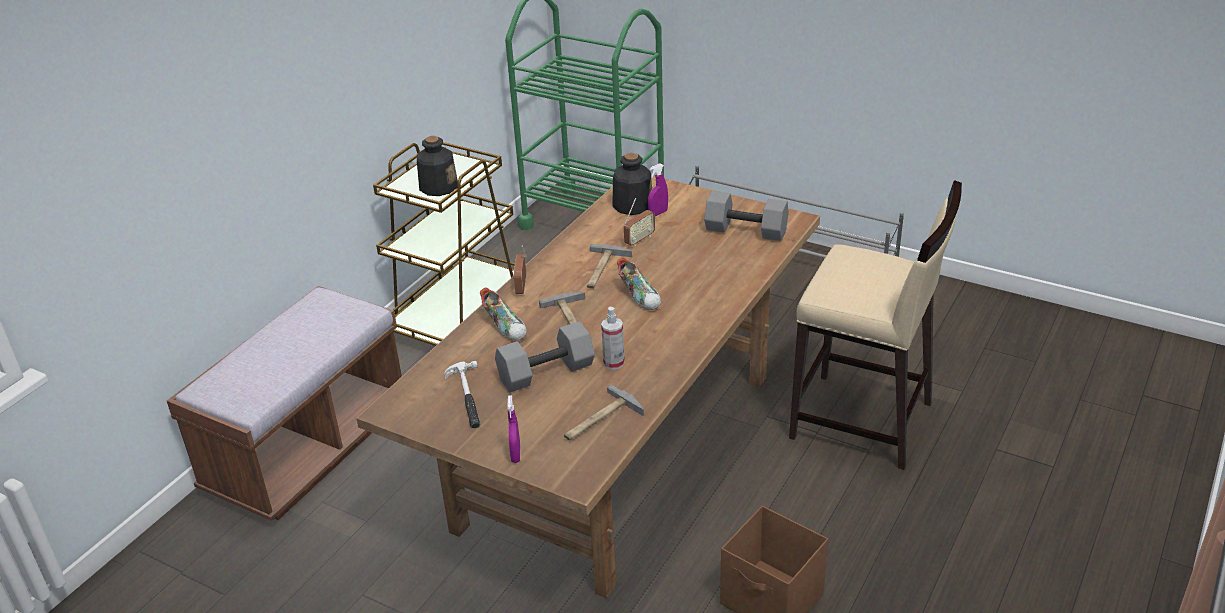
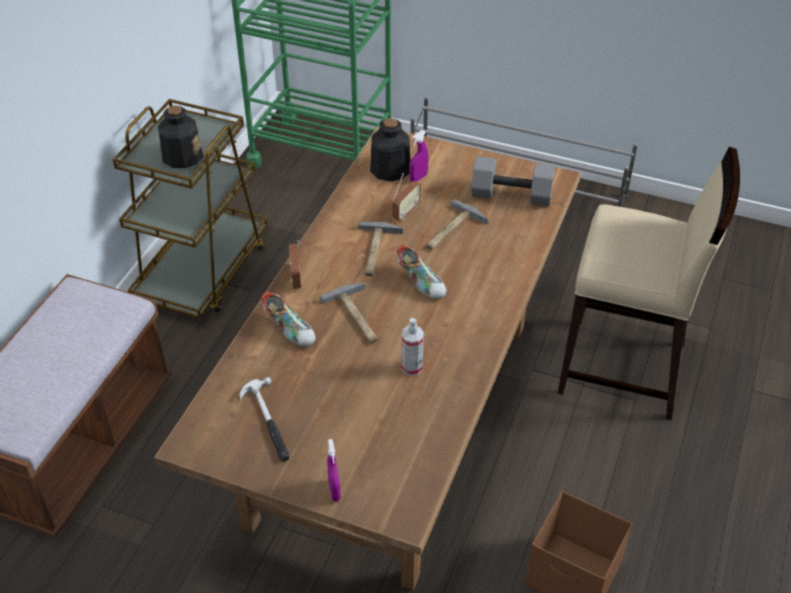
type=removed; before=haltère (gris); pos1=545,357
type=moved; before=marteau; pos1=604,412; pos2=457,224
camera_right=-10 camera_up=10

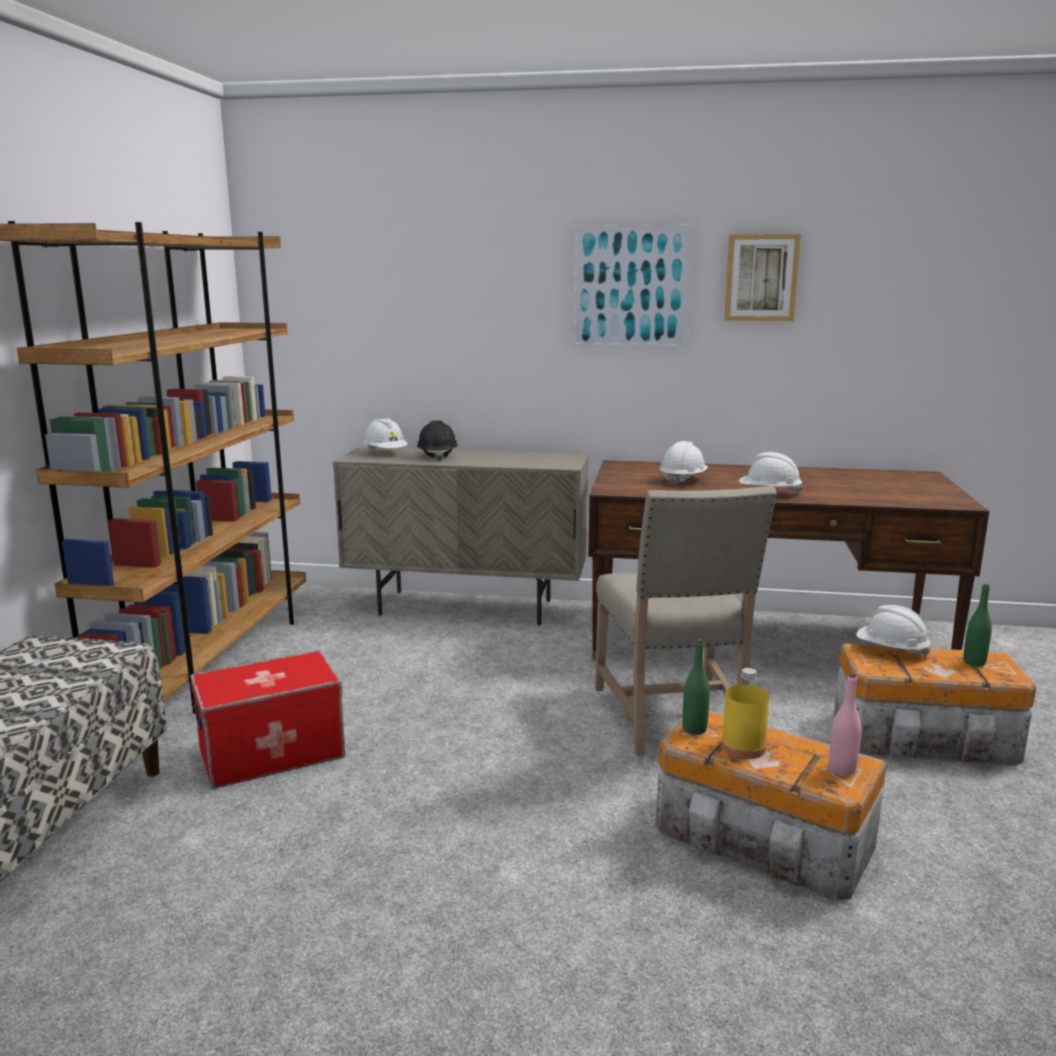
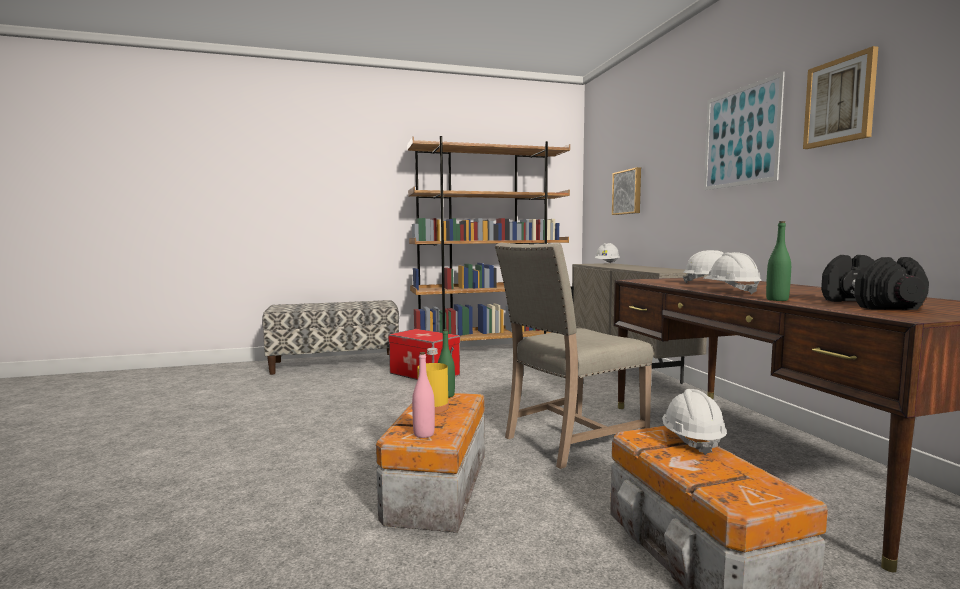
type=removed; before=casque de chantier (noir); pos1=437,440
type=added; after=tableau; pos2=626,191
type=added; after=haltère (noir); pos2=875,282
type=moved; before=bouteille (vert); pos1=977,625; pos2=778,261
camera_right=65 camera_up=-10

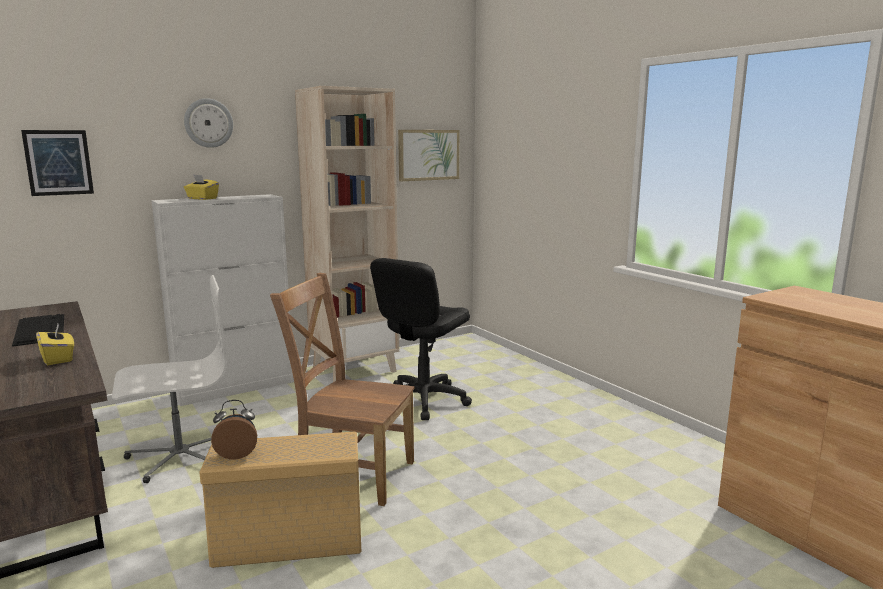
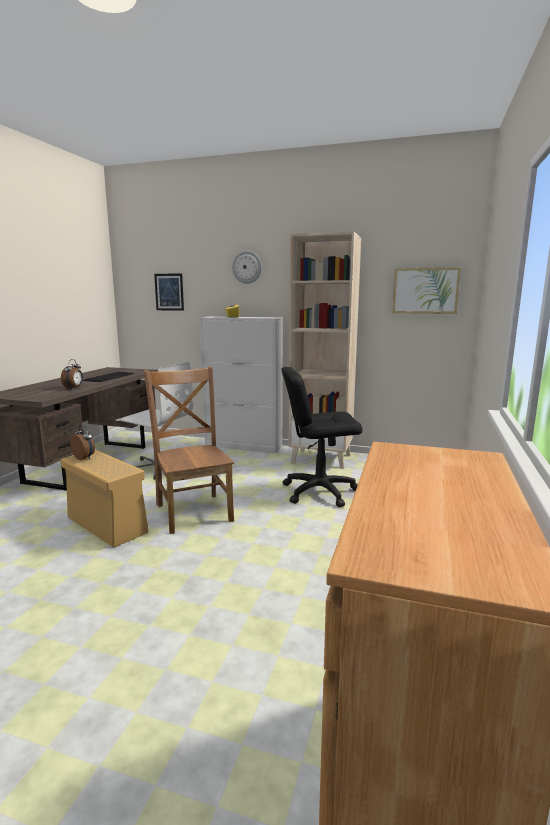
type=replaced; before=boîte à mouchoirs (jaune); after=réveil; pos1=55,344; pos2=72,374
camera_right=50 camera_up=0

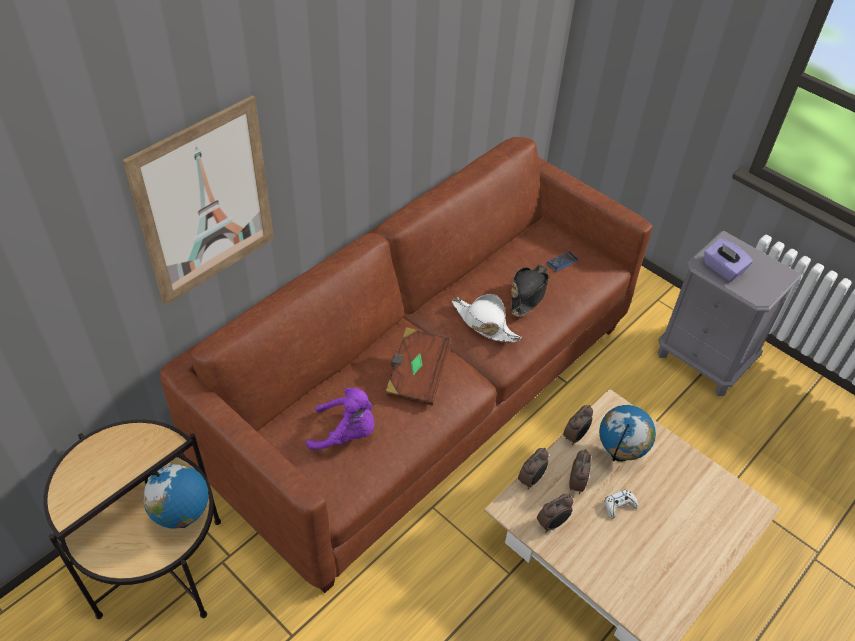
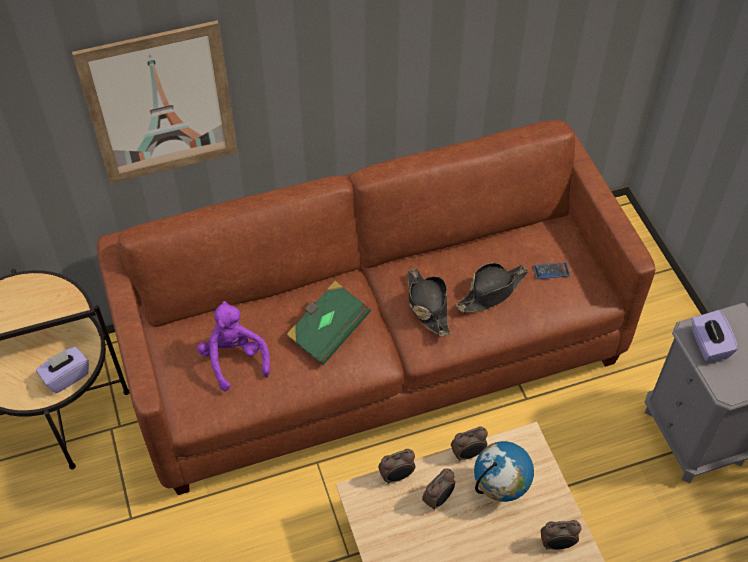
type=removed; before=manette (blanc); pos1=621,504
type=moved; before=réveil; pos1=555,513; pos2=561,535
type=replaced; before=globe; after=boîte à mouchoirs (violet); pos1=175,496; pos2=62,369
type=recoloured; before=livre (marron); after=livre (vert); pos1=418,366; pos2=328,323
type=recoloured; before=chapeau (blanc); after=chapeau (noir); pos1=487,318; pos2=429,302
type=turned; before=peluche (violet); pos1=340,419; pos2=233,346; turn=-150
camera_right=30 camera_up=5

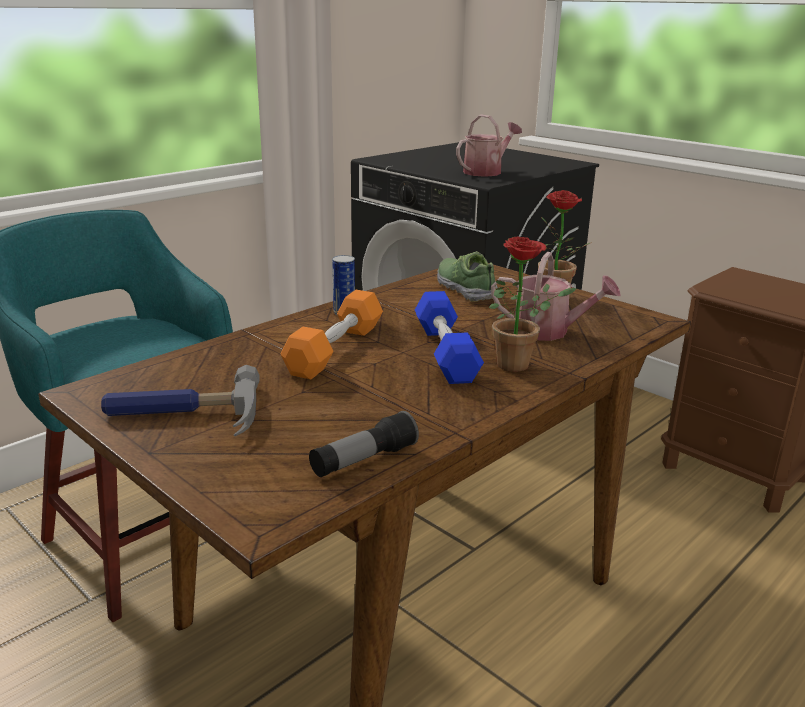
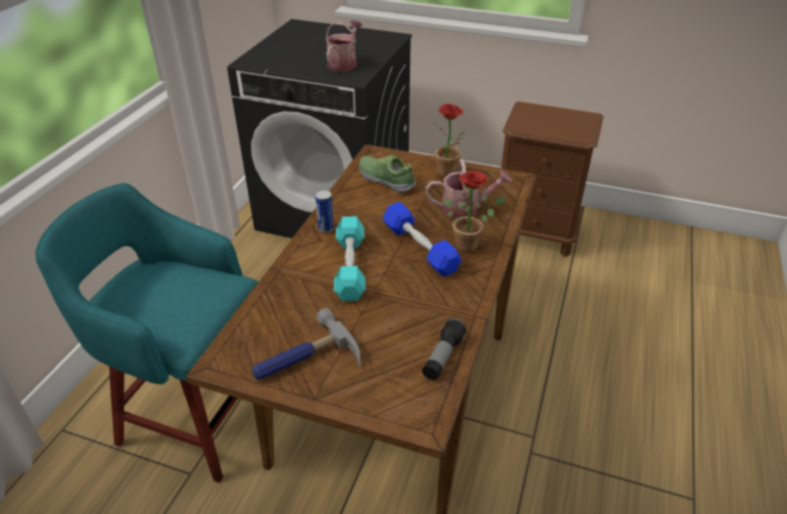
type=recoloured; before=haltère (orange); after=haltère (turquoise); pos1=332,334; pos2=349,258
camera_right=-25 camera_up=15

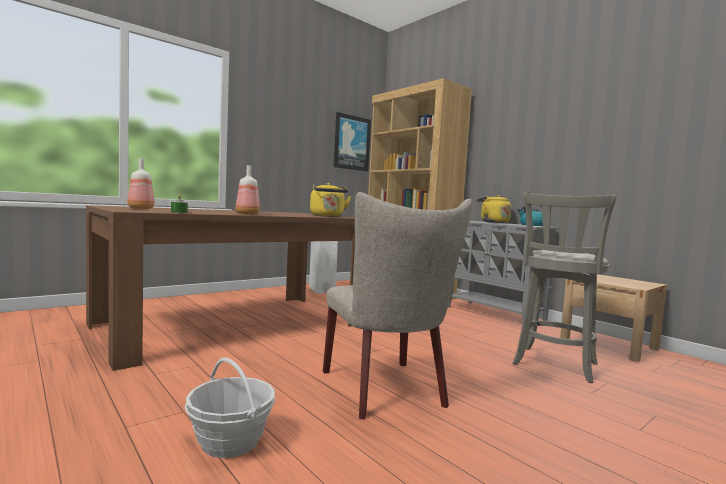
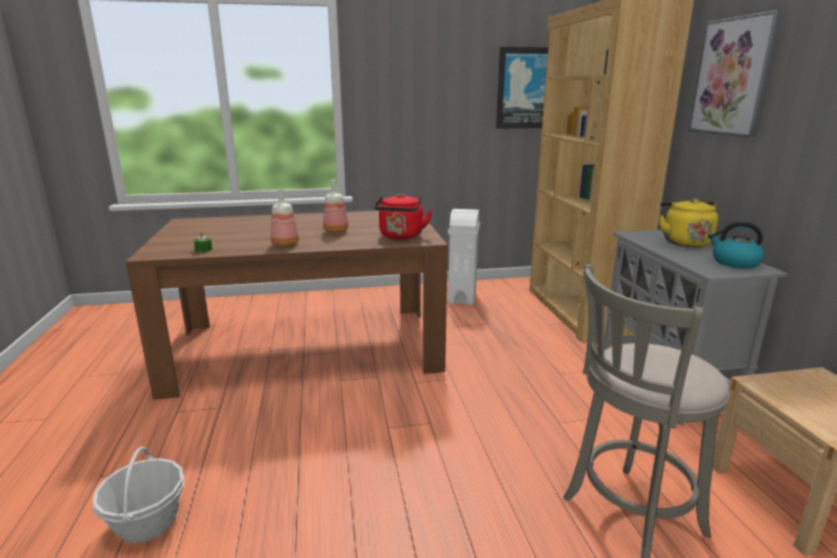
type=removed; before=chaise (beige); pos1=398,306
type=added; after=tableau; pos2=736,74
type=moved; before=bouteille; pos1=141,183; pos2=335,206
type=recoloured; before=bouilloire (jaune); after=bouilloire (rouge); pos1=330,200; pos2=403,217
camera_right=30 camera_up=15

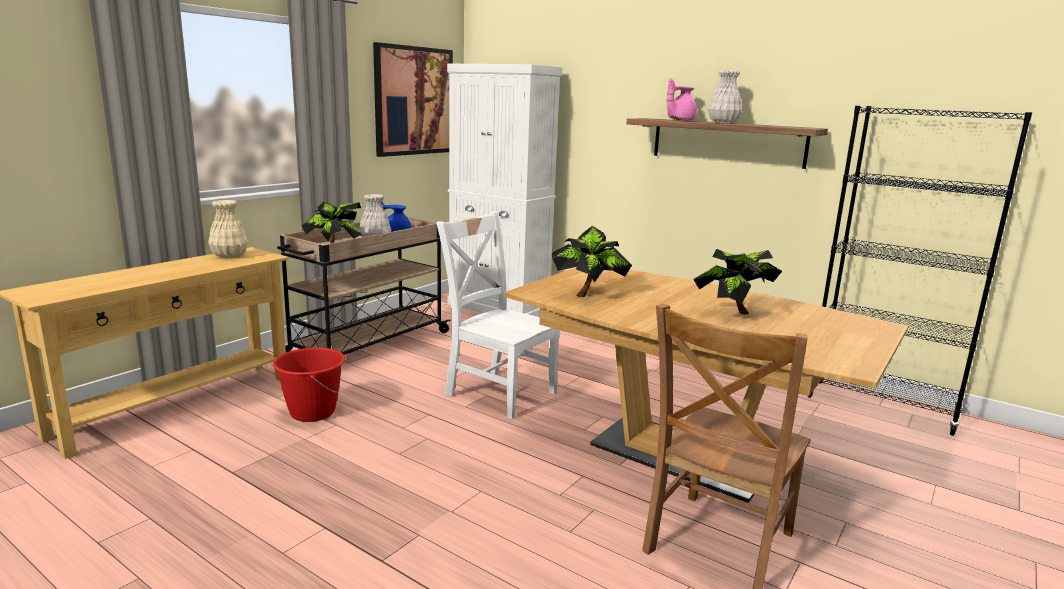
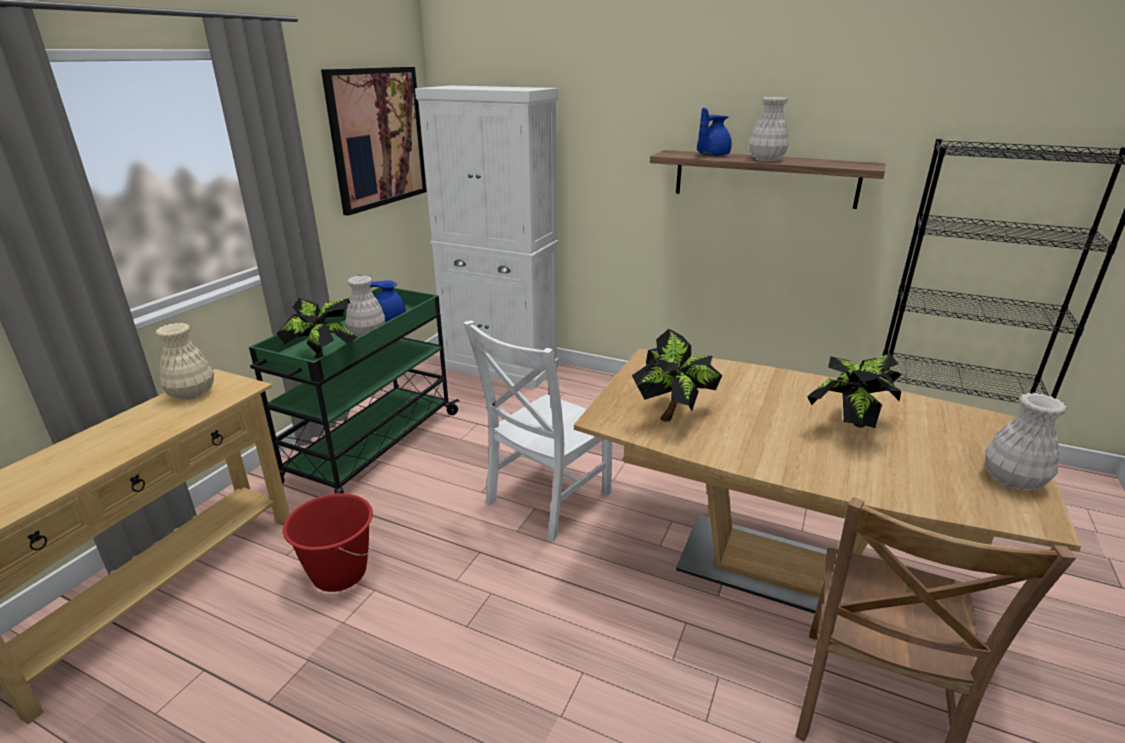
type=added; after=vase (blanc); pos2=1026,441
type=recoloured; before=chariot (beige); after=chariot (vert); pos1=364,286; pos2=354,390
type=recoloured; before=théière (rose); after=théière (bleu); pos1=682,99; pos2=714,132
type=turned; before=chaise (blanc); pos1=497,315; pos2=538,431; turn=-75
camera_right=-10 camera_up=10

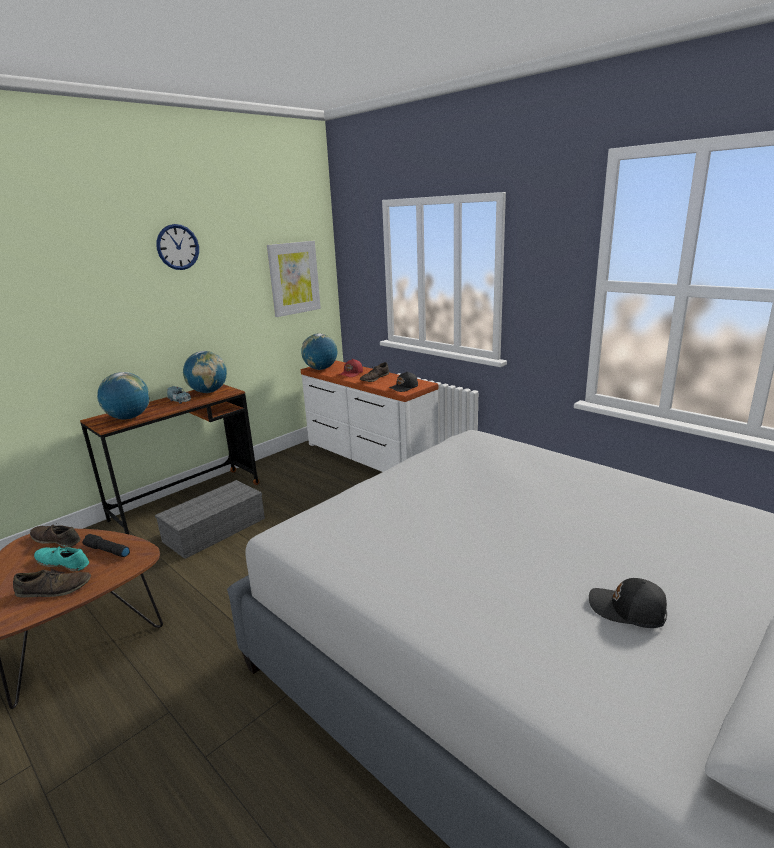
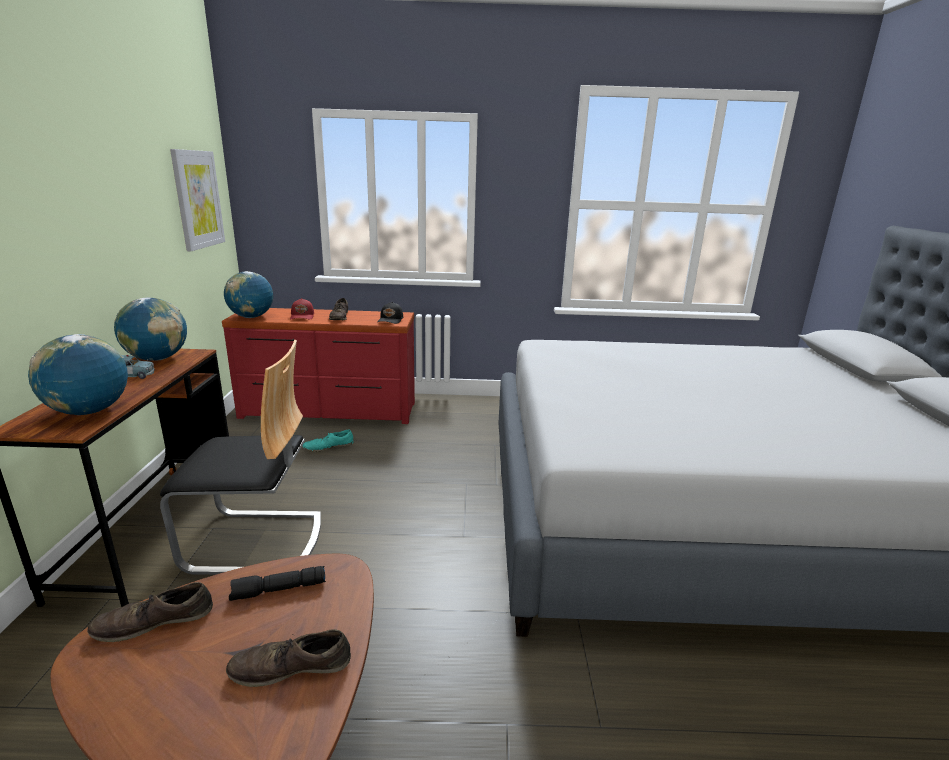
type=removed; before=horloge murale; pos1=177,247
type=removed; before=casquette (noir); pos1=628,603
type=moved; before=chaussure (turquoise); pos1=61,559; pos2=328,440
type=replaced; before=boîte de rangement (gris); after=chaise; pos1=210,519; pos2=240,457
type=recoloured; before=commode (blanc); after=commode (rouge); pos1=369,416; pos2=318,366
type=turned; before=chaussure (marron); pos1=52,584; pos2=288,658; turn=-135
camera_right=-45 camera_up=0

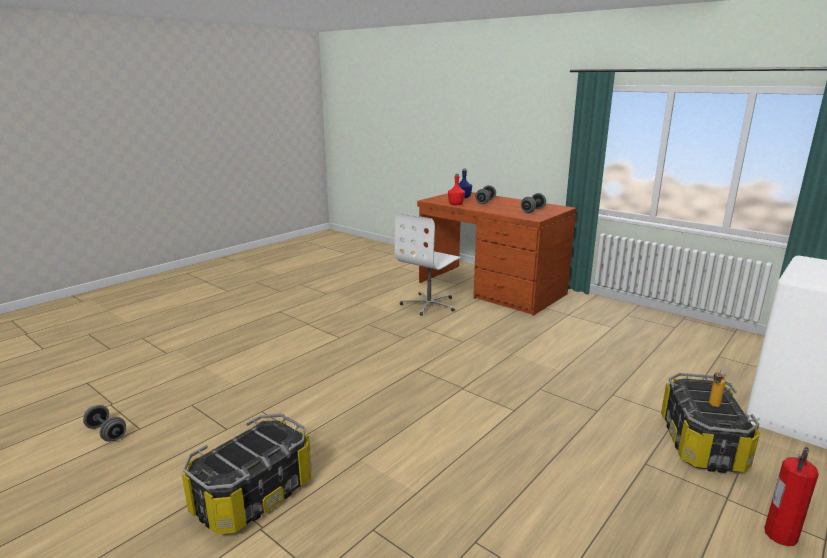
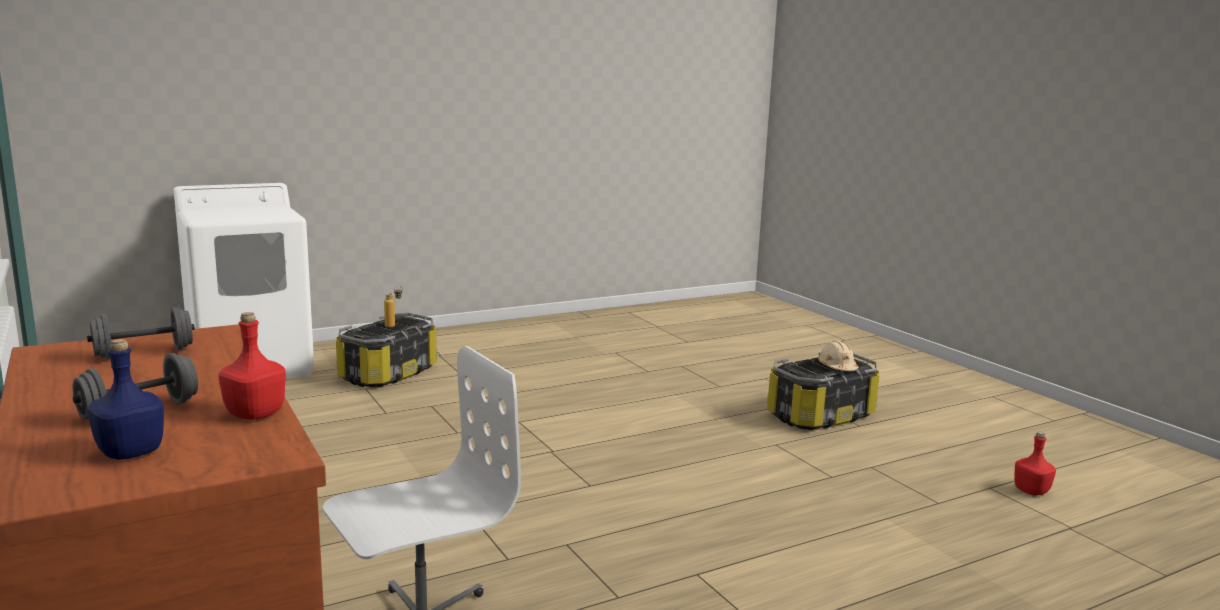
type=removed; before=extincteur; pos1=791,496
type=added; after=casque de chantier (beige); pos2=838,356
type=replaced; before=haltère (gris); after=bouteille (rouge); pos1=104,423; pos2=1035,464
camera_right=-160 camera_up=-5

